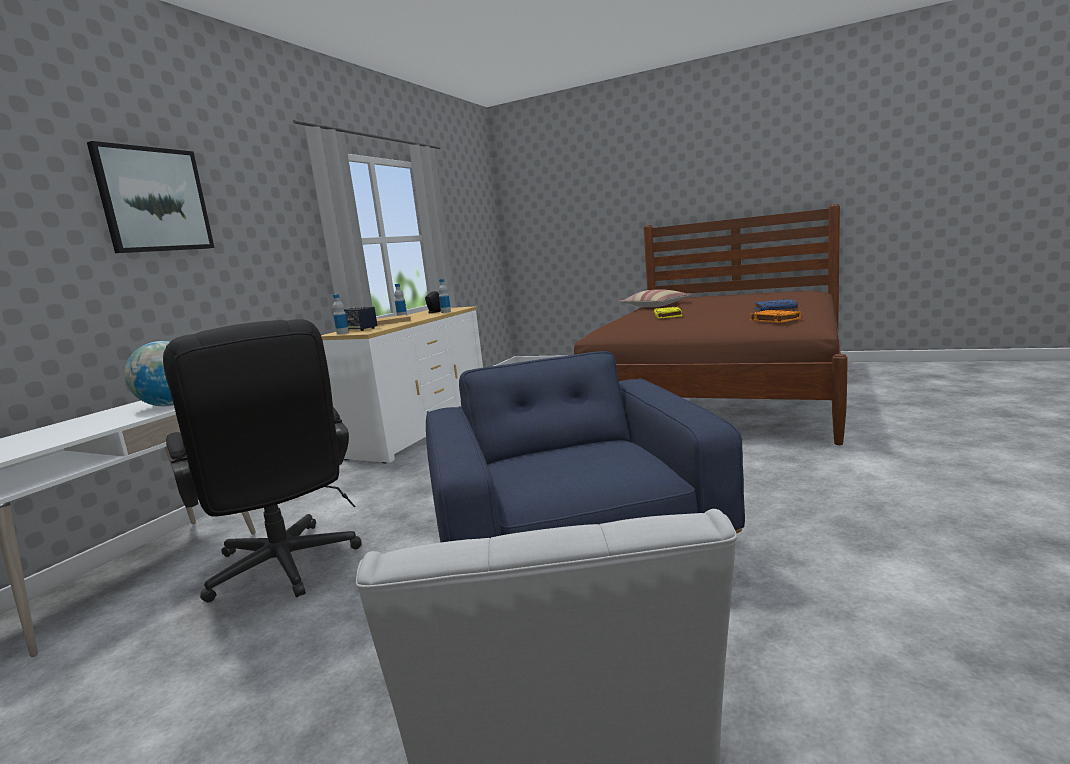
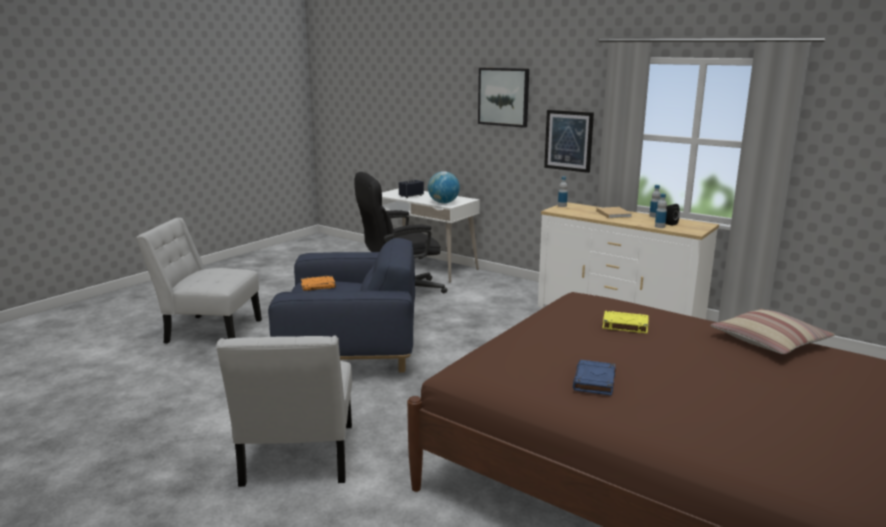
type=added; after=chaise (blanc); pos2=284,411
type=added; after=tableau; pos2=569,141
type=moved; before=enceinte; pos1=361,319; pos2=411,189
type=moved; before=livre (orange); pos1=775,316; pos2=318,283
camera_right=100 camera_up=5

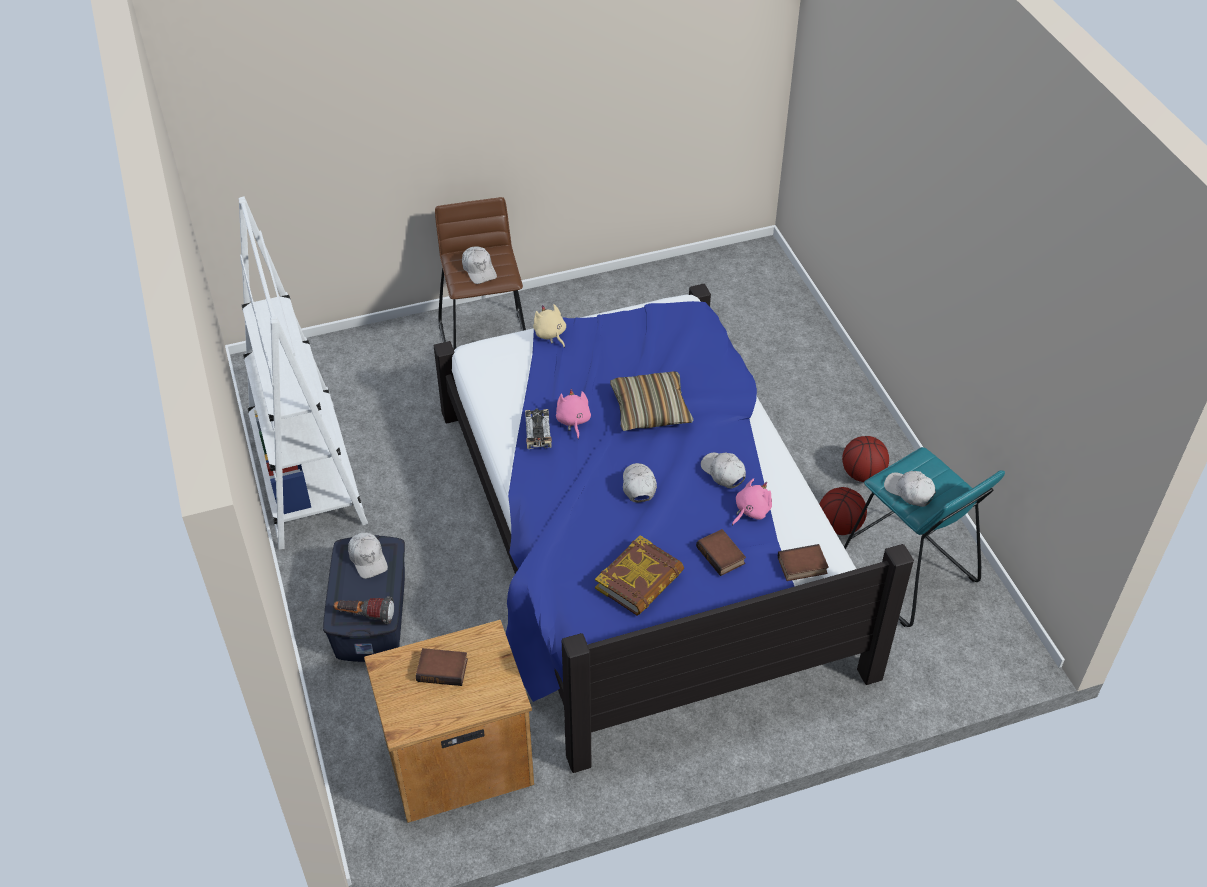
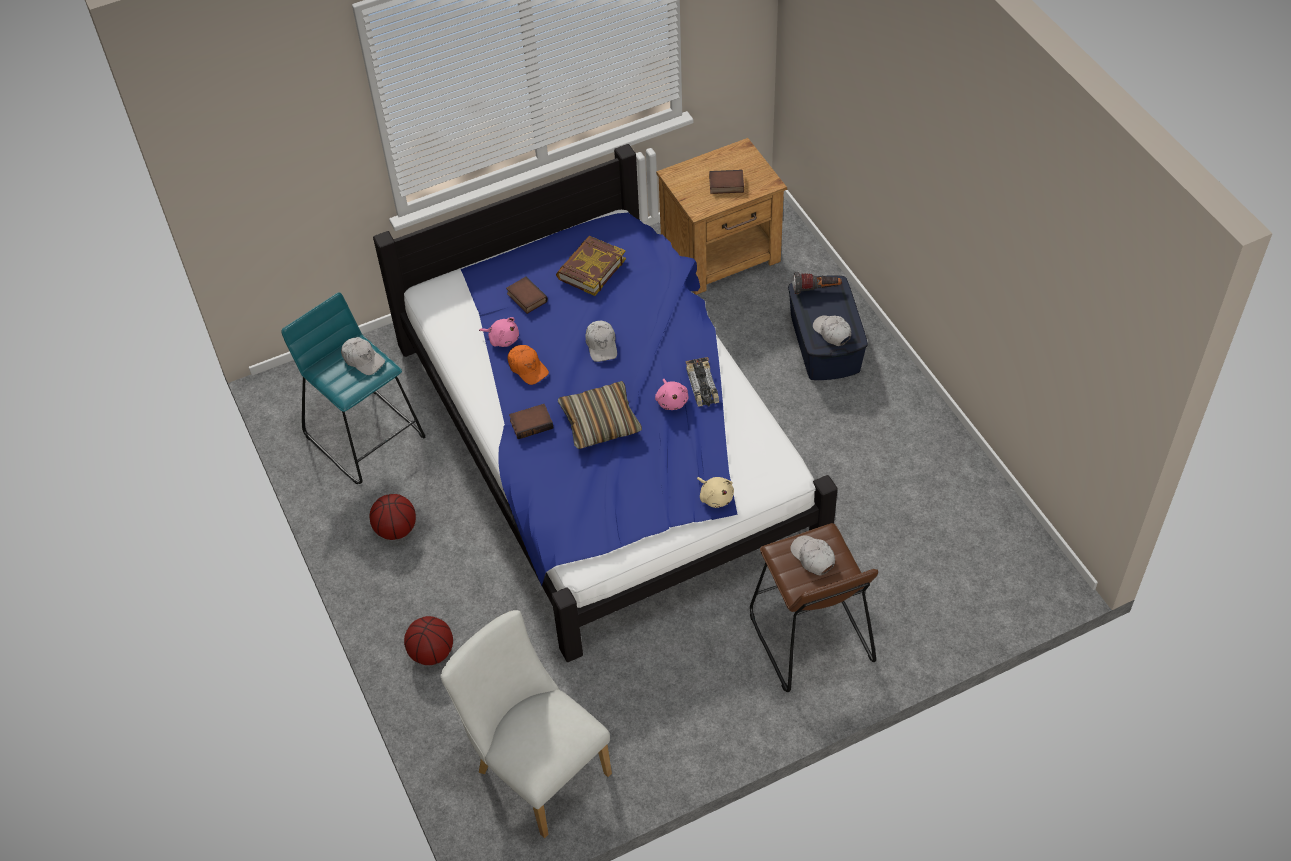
type=removed; before=bibliothèque (blanc); pos1=303,373
type=added; after=chaise (blanc); pos2=526,724
type=moved; before=livre; pos1=803,562; pos2=531,421
type=moved; before=ballon de basket; pos1=843,511; pos2=428,640
type=recoloured; before=casquette (blanc); after=casquette (orange); pos1=723,470; pos2=528,365
type=turned; before=peluche (rose); pos1=752,502; pos2=499,332; turn=-105
camera_right=175 camera_up=5

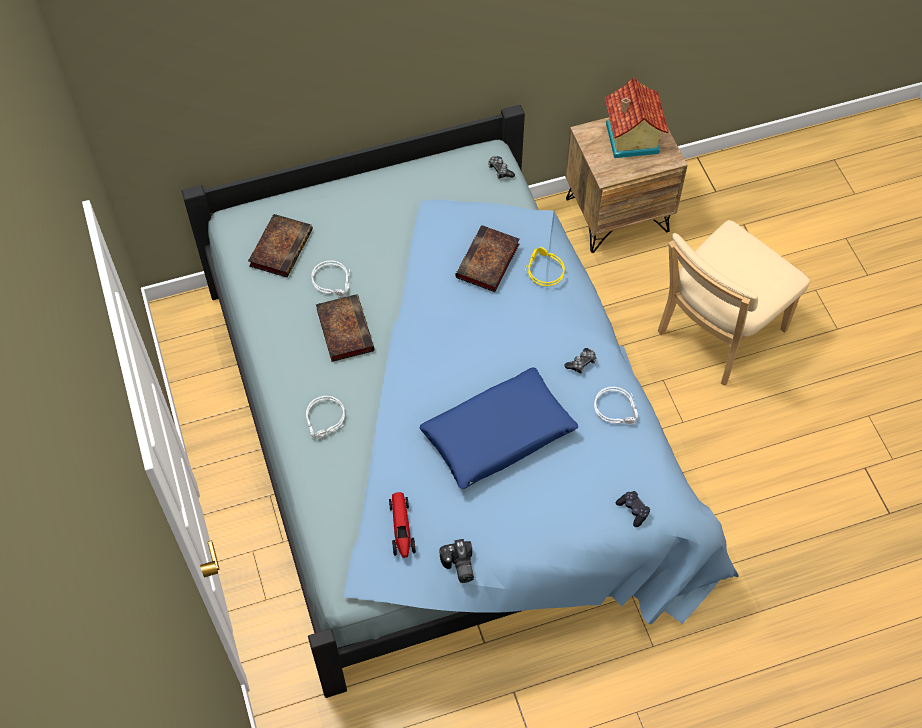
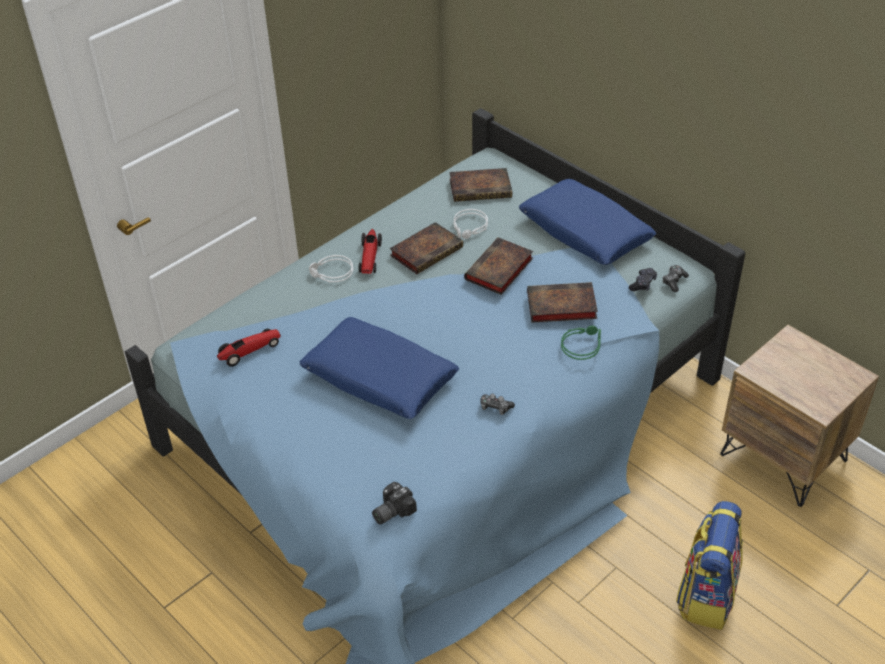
type=removed; before=casque audio (gris); pos1=616,406
type=removed; before=maison miniature; pos1=637,117
type=added; after=petite voiture; pos2=370,251
type=added; after=livre; pos2=498,266
type=added; after=coussin (bleu); pos2=587,222
type=moved; before=appareil photo; pos1=457,561; pos2=394,503
type=moved; before=manette (noir); pos1=633,509; pos2=643,279
type=replaced; before=chaise (beige); after=sac à dos; pos1=734,303; pos2=709,565
type=recoloured; before=casque audio (jaune); after=casque audio (vert); pos1=545,266; pos2=581,342
camera_right=65 camera_up=-15

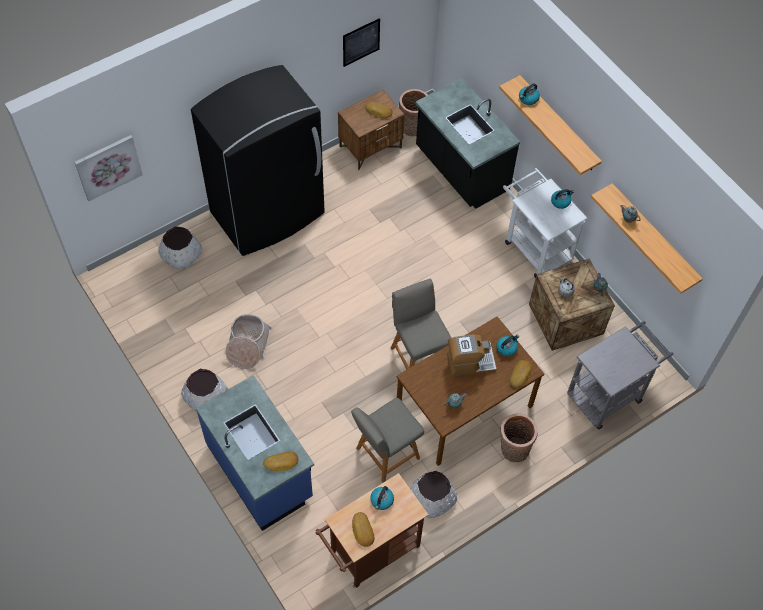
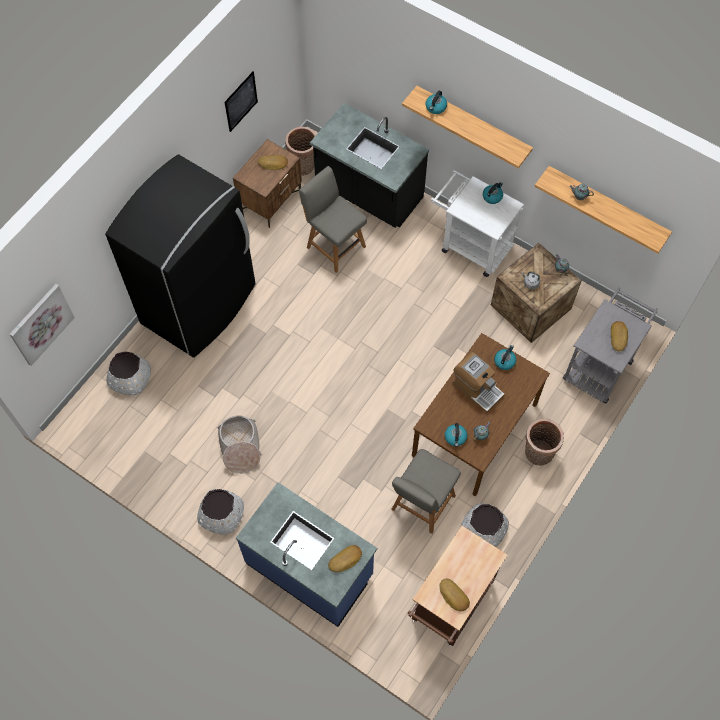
type=moved; before=bouilloire; pos1=382,498; pos2=456,435
type=moved; before=chaise (gris); pos1=421,323; pos2=333,219
type=moved; before=pain; pos1=521,373; pos2=619,336
type=turned; before=machine à café; pos1=472,355; pos2=478,382; turn=75
camera_right=-20 camera_up=5

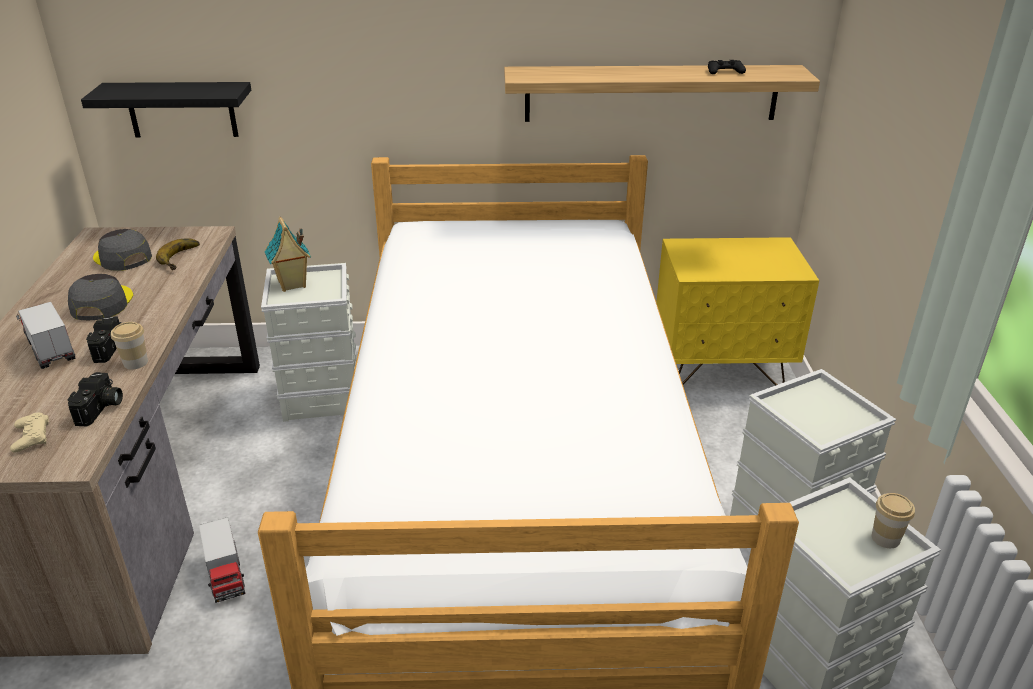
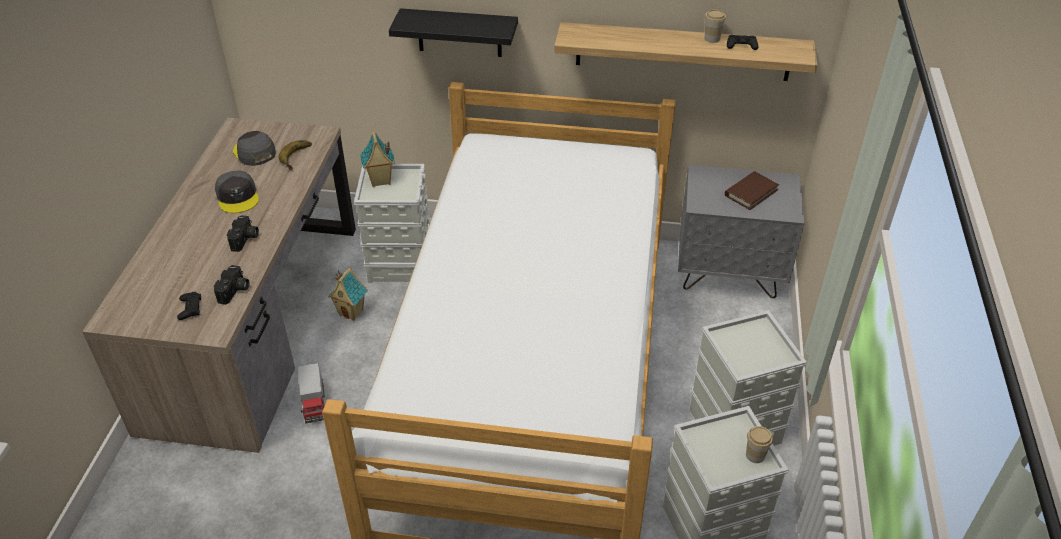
type=removed; before=camion jouet; pos1=45,335
type=added; after=maison miniature; pos2=348,294
type=added; after=livre (marron); pos2=752,190
type=moved; before=étagère (noir); pos1=166,110; pos2=453,32
type=moved; before=tasse; pos1=129,346; pos2=715,26
type=recoloured; before=manette (beige); after=manette (noir); pos1=29,432; pos2=189,306
type=recoloured; before=table de chevet (jaune); after=table de chevet (gris); pos1=737,311; pos2=741,231
type=turned; before=casquette (gris); pos1=100,297; pos2=237,192; turn=150
camera_right=10 camera_up=10

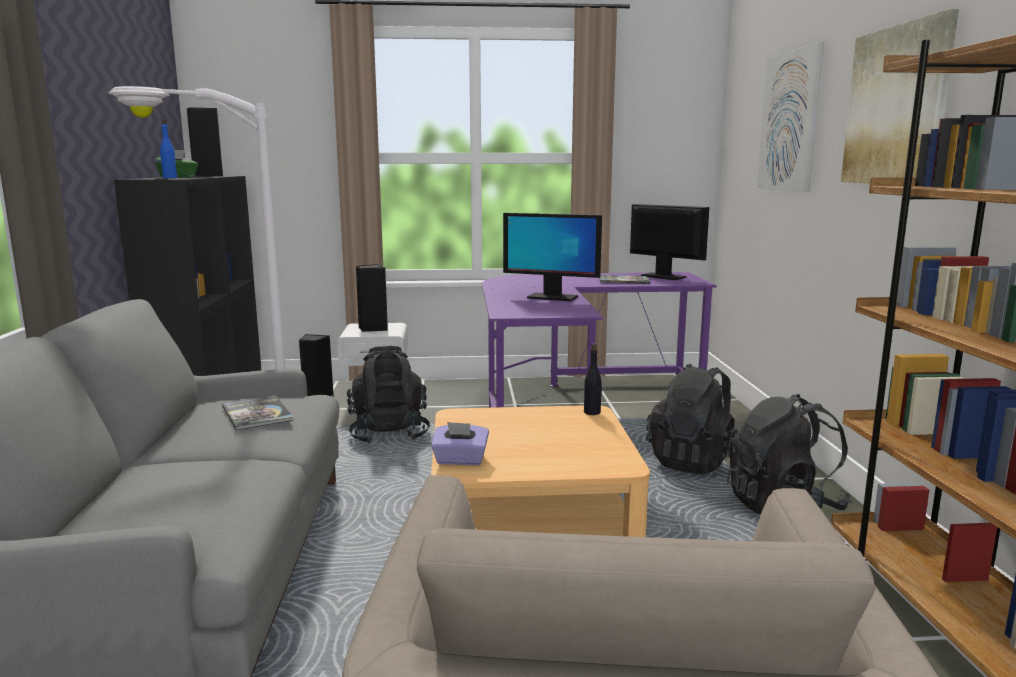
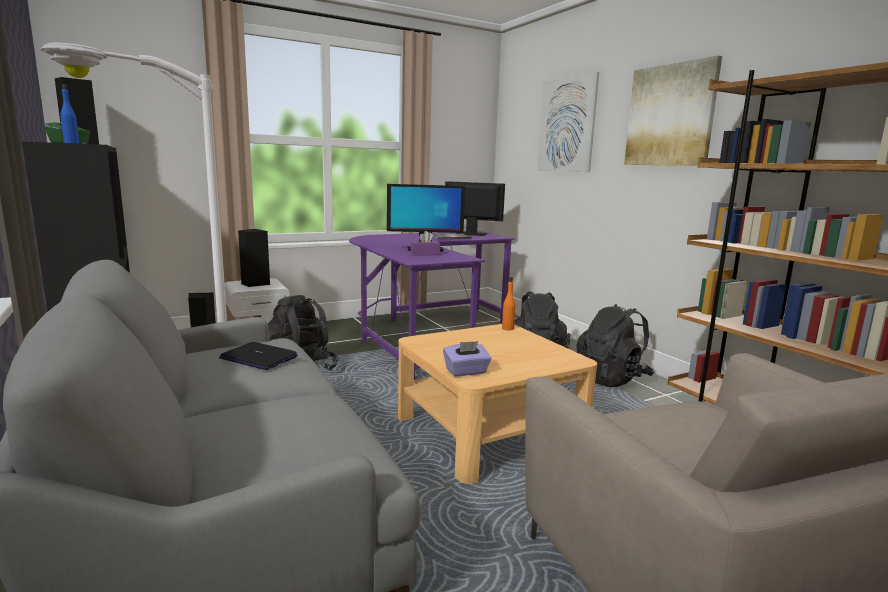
type=added; after=boîte à mouchoirs (violet); pos2=425,243
type=replaced; before=livre; after=ordinateur portable; pos1=258,412; pos2=258,356
type=recoloured; before=bouteille (noir); after=bouteille (orange); pos1=593,379; pos2=509,303
camera_right=-25 camera_up=0

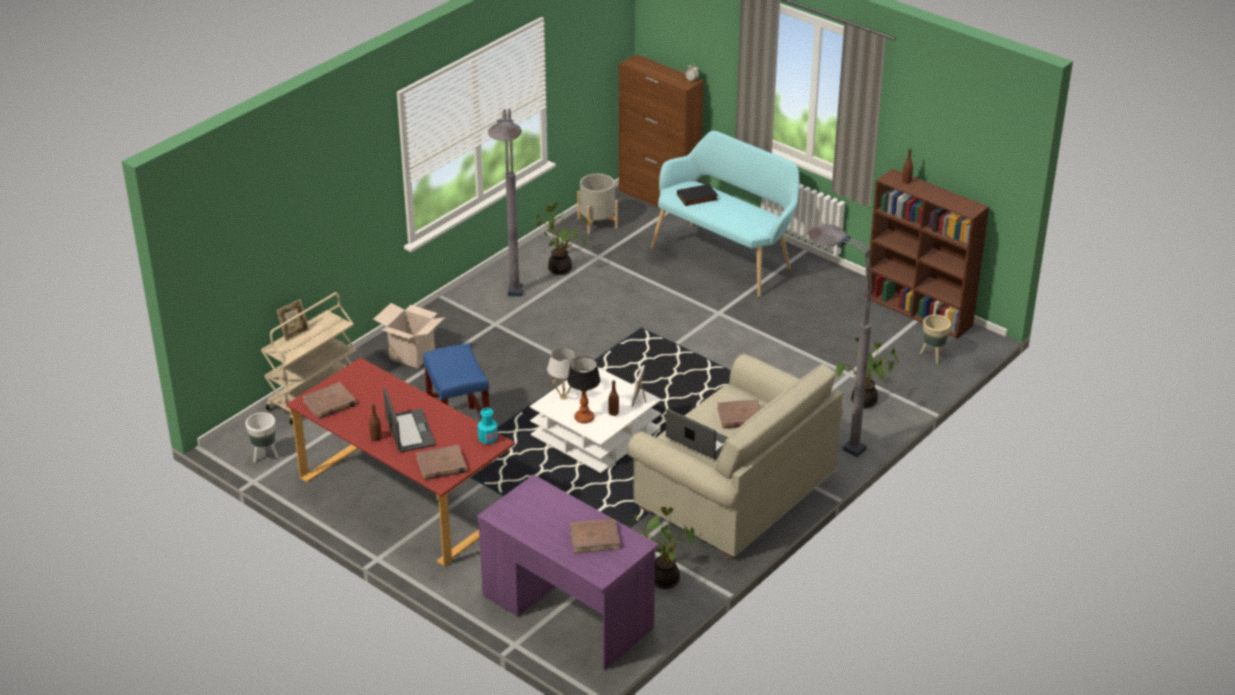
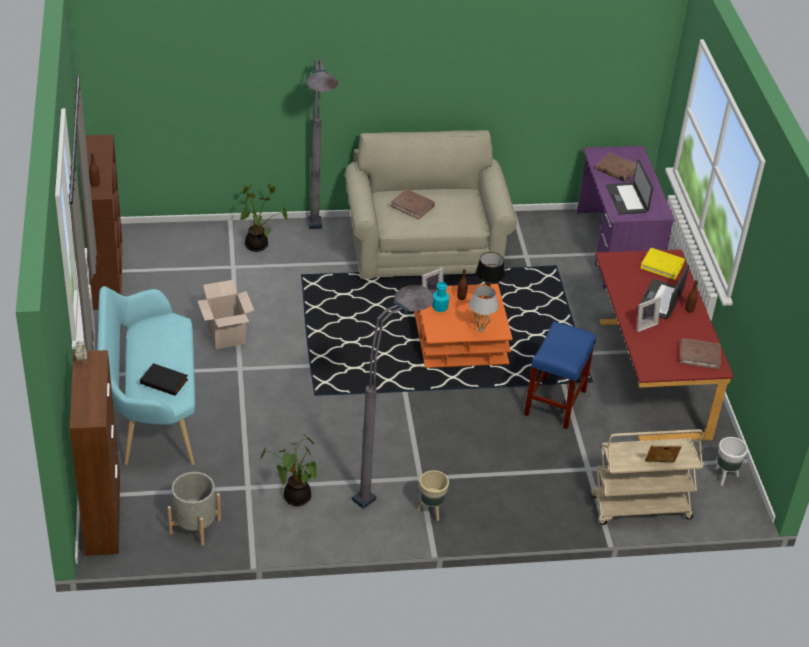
type=removed; before=plante en pot; pos1=661,548
type=added; after=cadre photo; pos2=649,314
type=moved; before=carton; pos1=409,335; pos2=225,314
type=moved; before=bouteille (turquoise); pos1=488,426; pos2=440,297
type=moved; before=ordinateur portable; pos1=697,433; pos2=629,187
type=moved; before=cache-pot (beige); pos1=935,339; pos2=433,495
type=recoloured; before=livre (marron); after=livre (jaune); pos1=441,462; pos2=662,264
type=recoloured; before=table basse (blanc); after=table basse (orange); pos1=595,420; pos2=463,326
camera_right=-140 camera_up=5

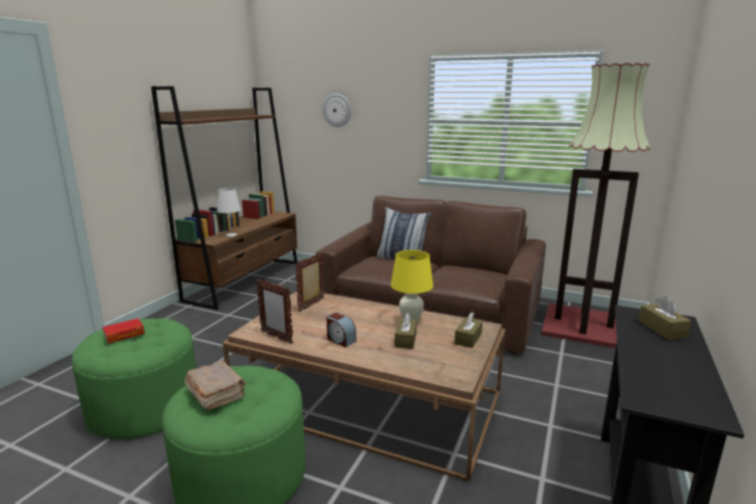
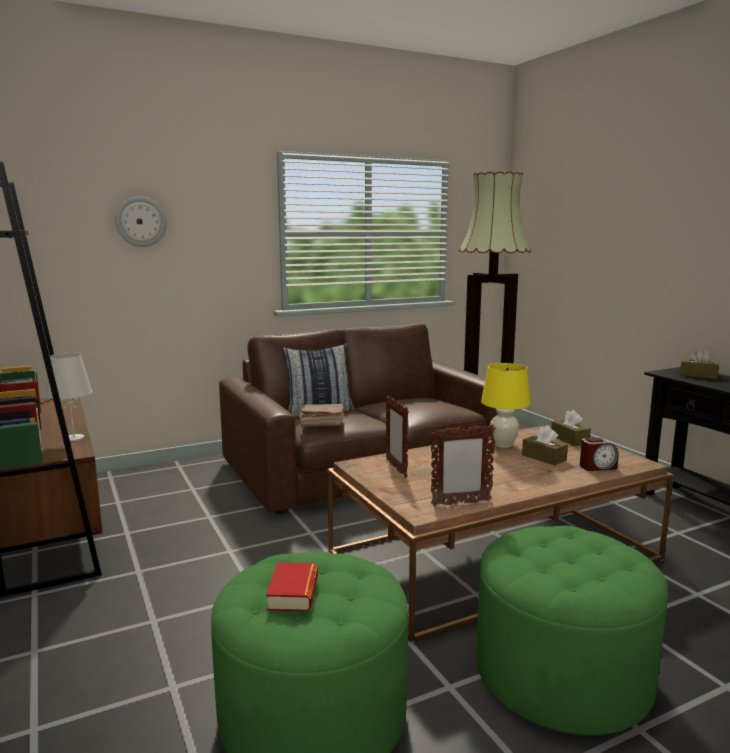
type=moved; before=livre (marron); pos1=215,385; pos2=322,415
type=moved; before=réveil; pos1=341,330; pos2=599,454
camera_right=-50 camera_up=-5

